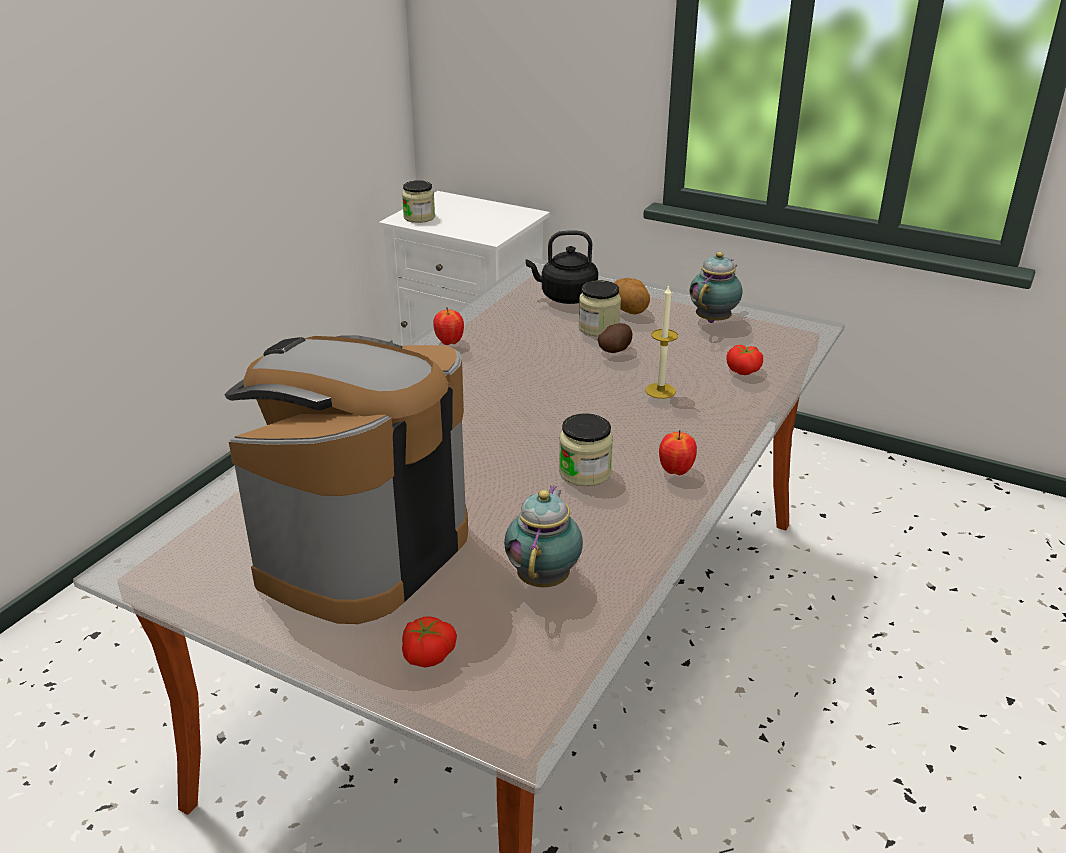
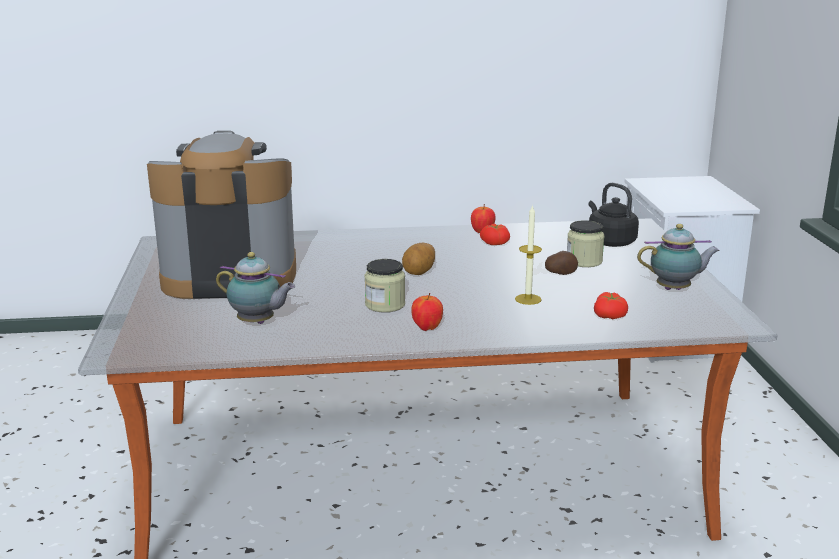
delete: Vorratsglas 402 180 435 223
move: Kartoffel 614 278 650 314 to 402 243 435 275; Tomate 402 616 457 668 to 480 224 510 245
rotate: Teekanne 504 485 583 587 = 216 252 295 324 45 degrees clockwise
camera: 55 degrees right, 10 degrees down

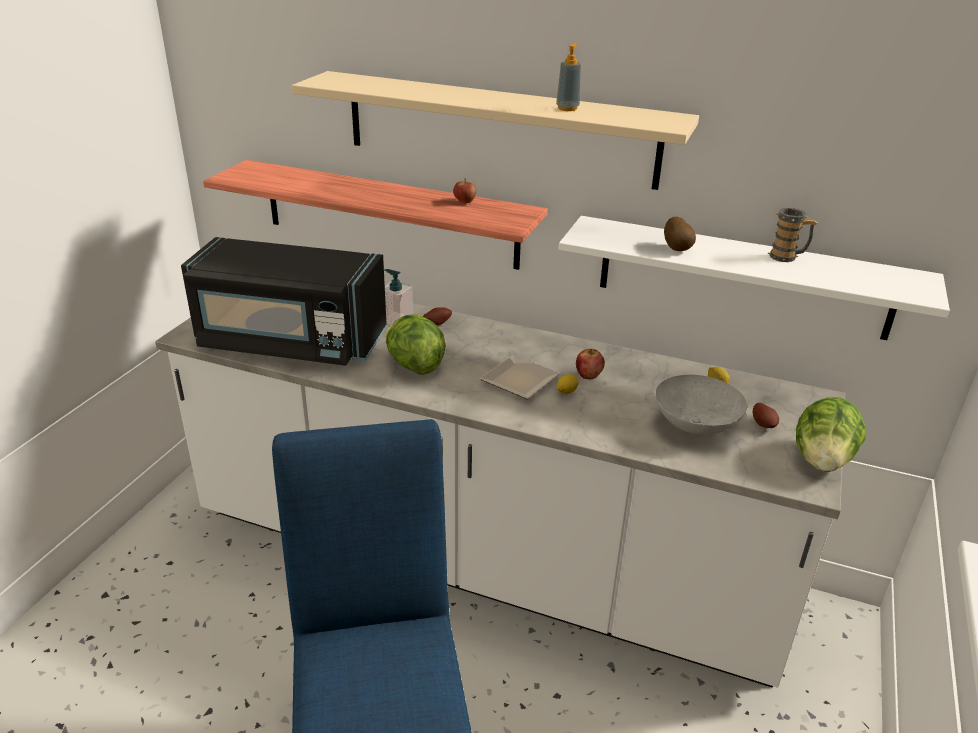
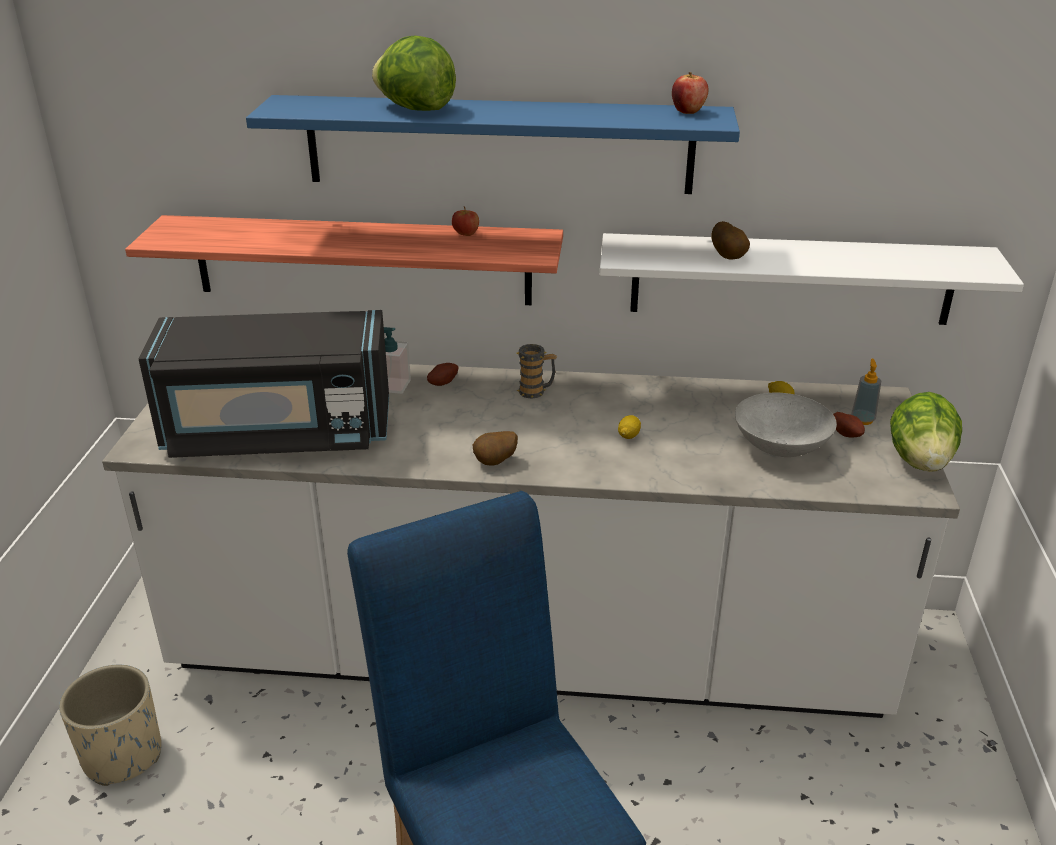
delete: Teller 480 355 560 399
insert: Pflanzkübel (beige) 59 665 161 786; Kartoffel 473 431 518 465
move: Salatkopf 385 314 445 375 to 372 36 456 111; Henkelbecher 768 208 818 262 to 516 344 557 398; Apfel 576 349 605 379 to 672 72 708 114; Seifenspender 556 43 581 111 to 851 359 881 425
recolor: Wandregal (beige) 292 71 699 190 to Wandregal (blau) 246 95 740 194
camera: 15 degrees left, 0 degrees up

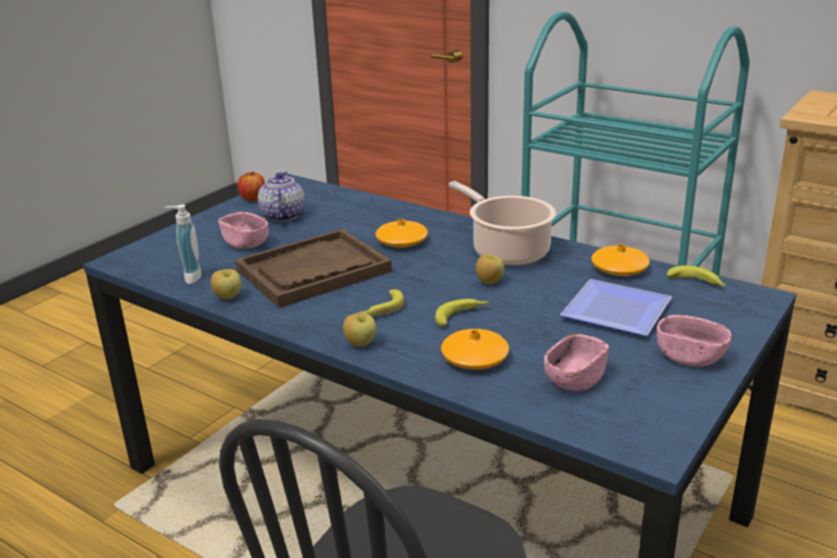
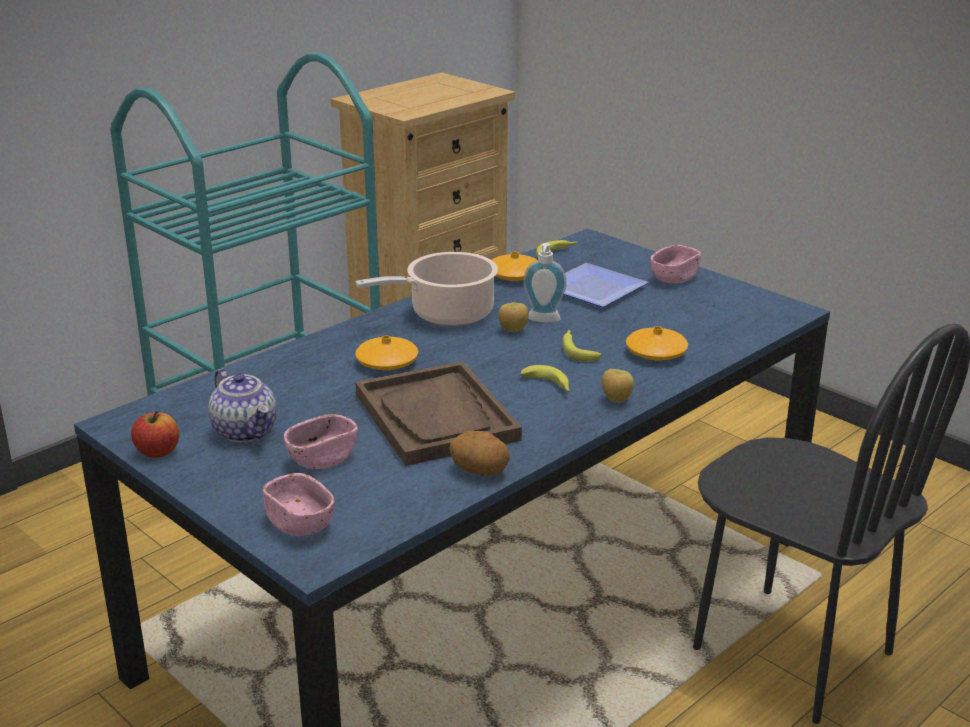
move: Schüssel (rosa) 544 334 609 391 to 263 473 334 536; Seifenspender 164 205 202 284 to 523 243 567 323
replace: Apfel 211 269 242 299 to Kartoffel 449 431 510 476
rotate: Teekanne 258 171 305 222 = 208 369 277 442 135 degrees counterclockwise
camera: 80 degrees left, 0 degrees up

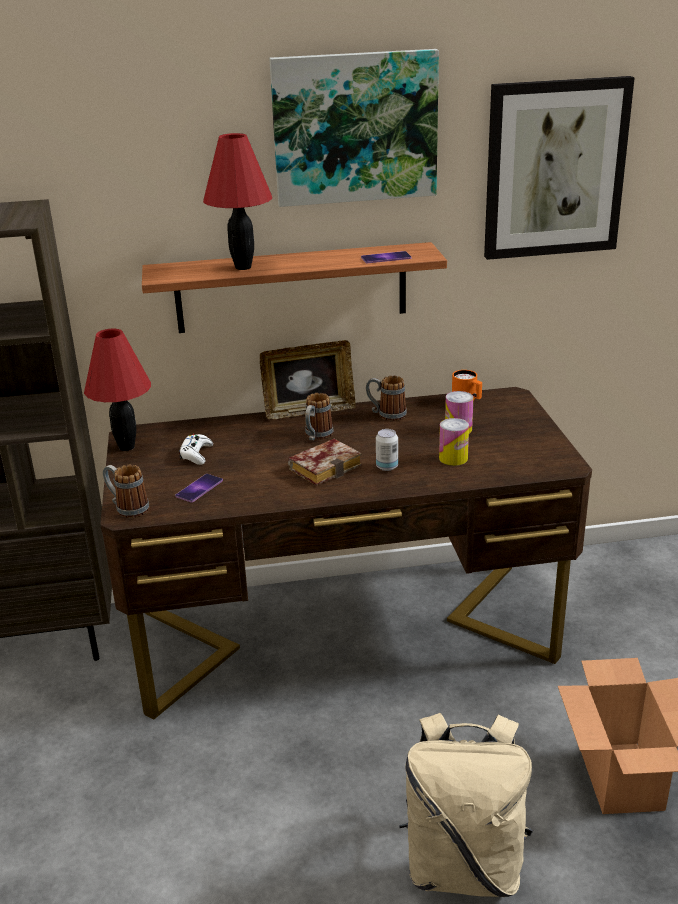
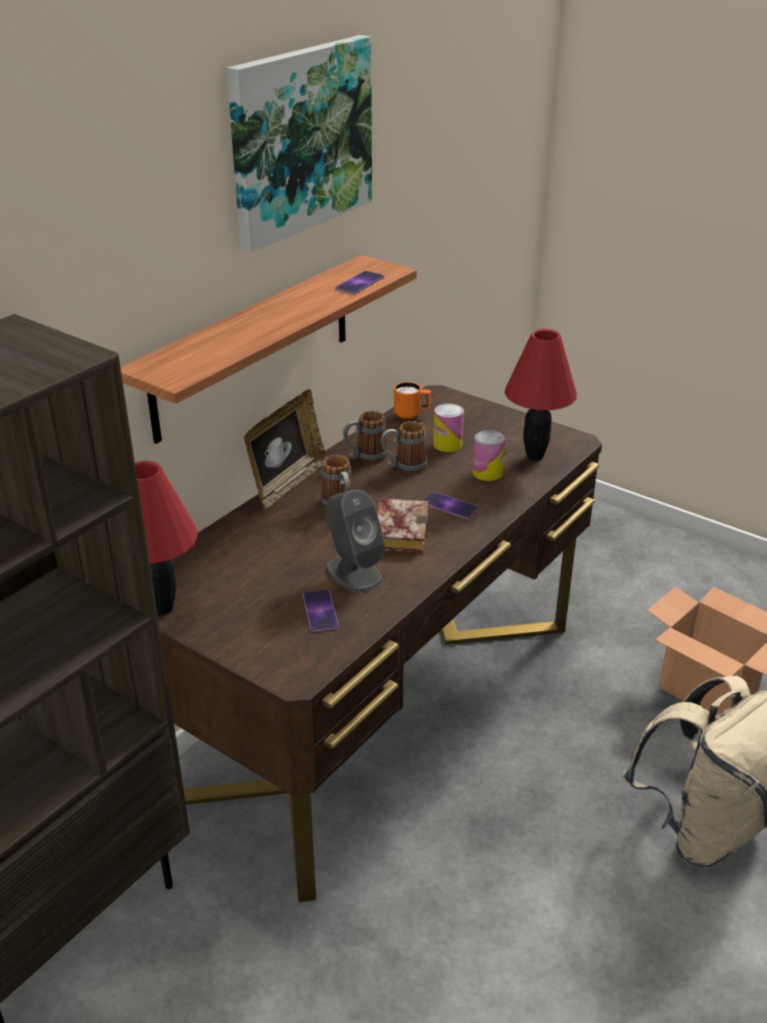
delete: Gamepad (weiß) 179 434 213 465; Bild 484 76 635 260
insert: Lautsprecher (grau) 326 490 385 593
move: Henkelbecher 103 464 149 518 to 381 421 427 473; Tischlampe (rot) 203 133 272 270 to 505 329 577 461
replace: Dose 376 429 398 471 to Handy 423 492 478 519
camera: 45 degrees left, 5 degrees up

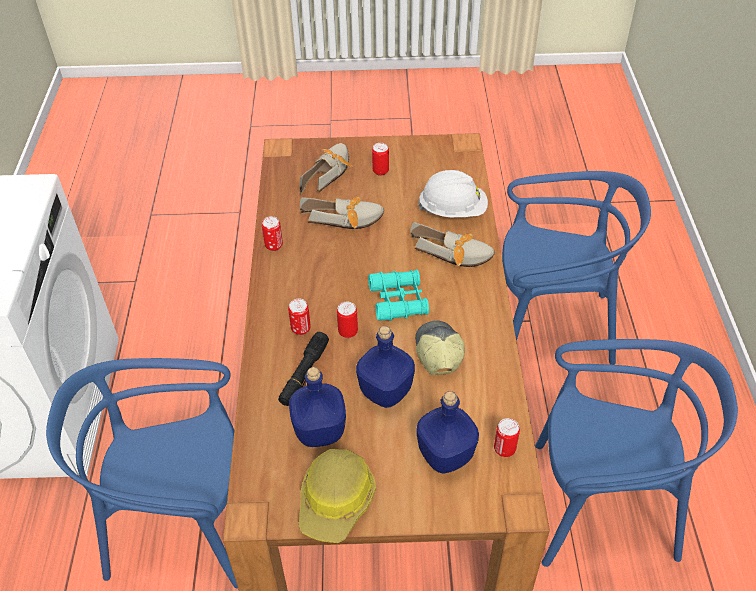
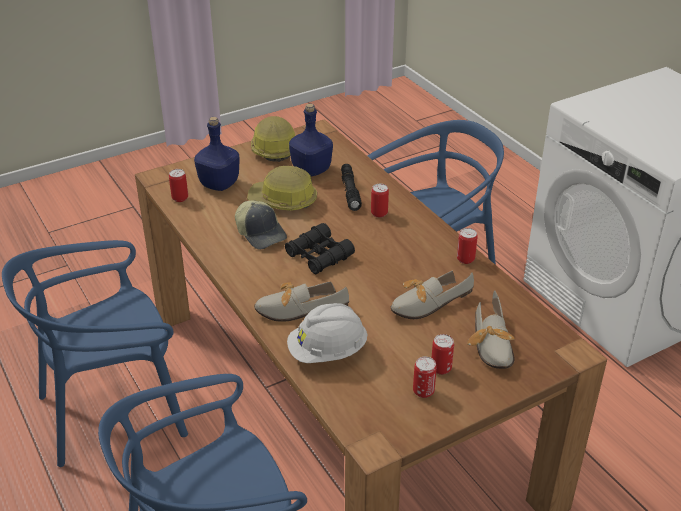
move: Dose 337 302 358 338 to 413 356 437 398
replace: Flasche (blau) 356 326 415 408 to Schutzhelm 247 166 317 211
recolor: Fernglas (türkis) 368 270 429 321 to Fernglas (schwarz) 285 223 355 274
camera: 150 degrees right, 10 degrees down

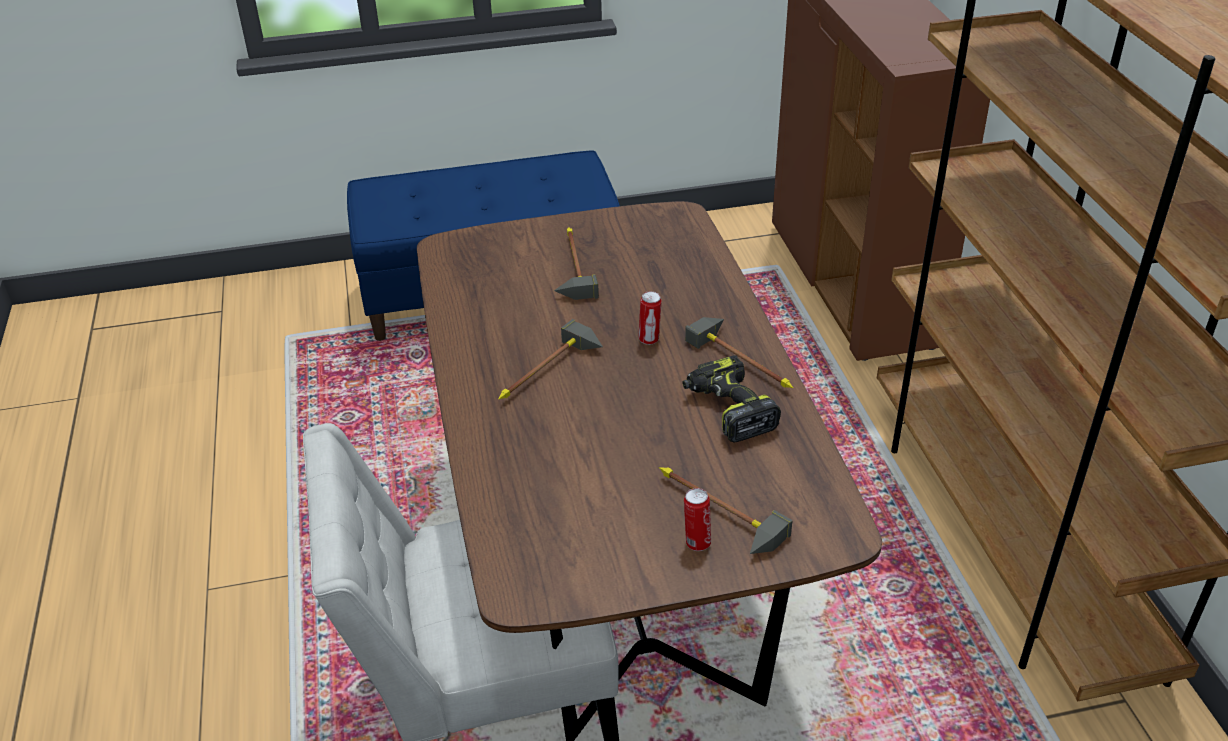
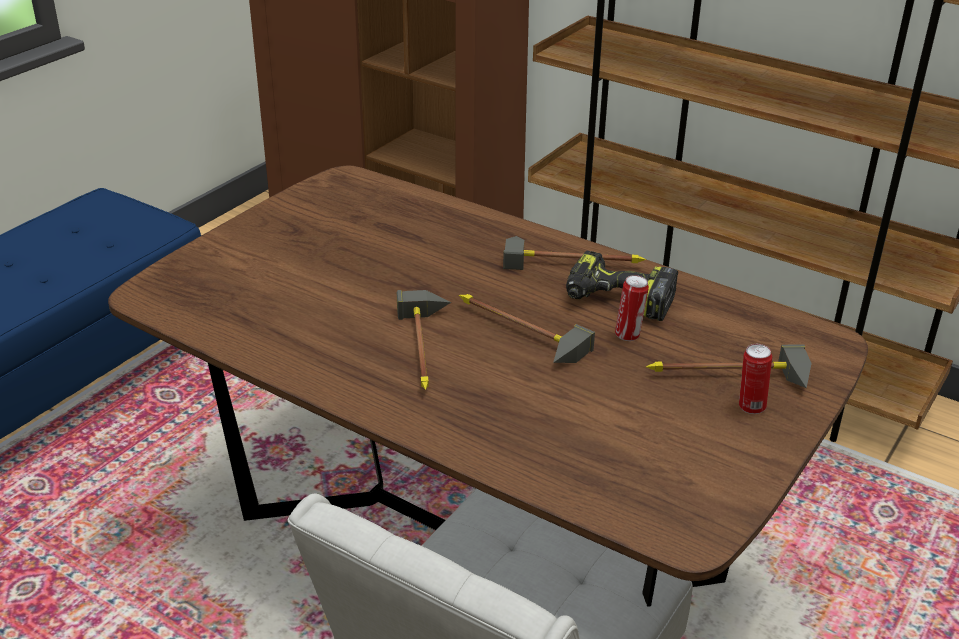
move: Hammer 554 227 599 300 to 459 294 595 363; Dose 638 291 662 345 to 615 275 649 341
camera: 45 degrees left, 5 degrees down

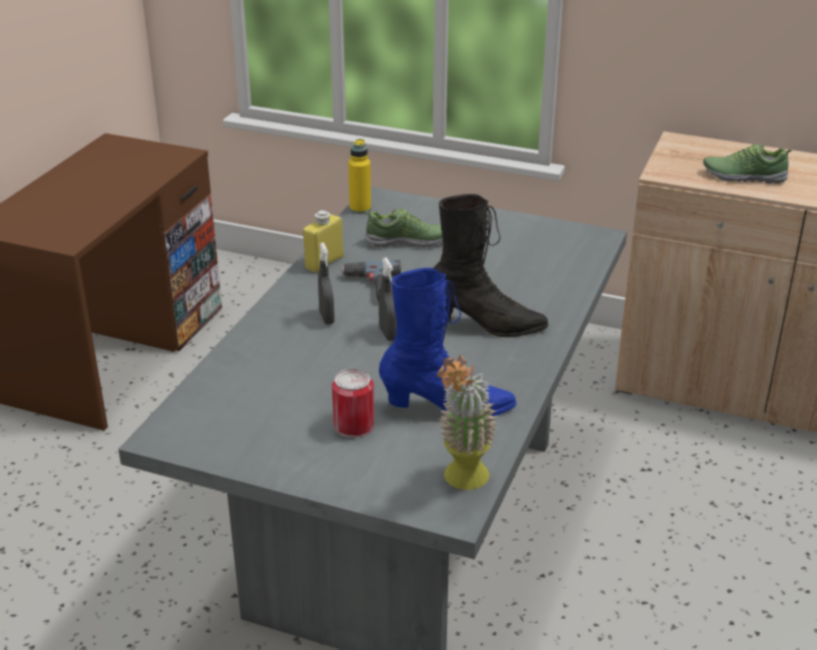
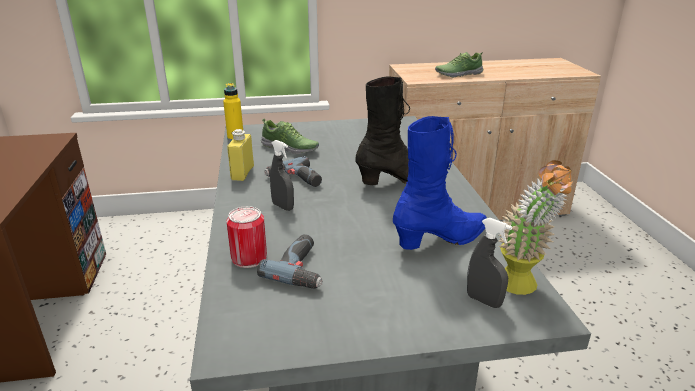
insert: Bohrmaschine 257 234 323 289
move: Dose 332 368 374 438 to 226 206 267 268; Sprühflasche (grau) 379 257 397 341 to 467 218 512 308
rotate: Schuh 365 209 443 248 = 261 118 319 154 60 degrees clockwise
camera: 30 degrees left, 5 degrees down

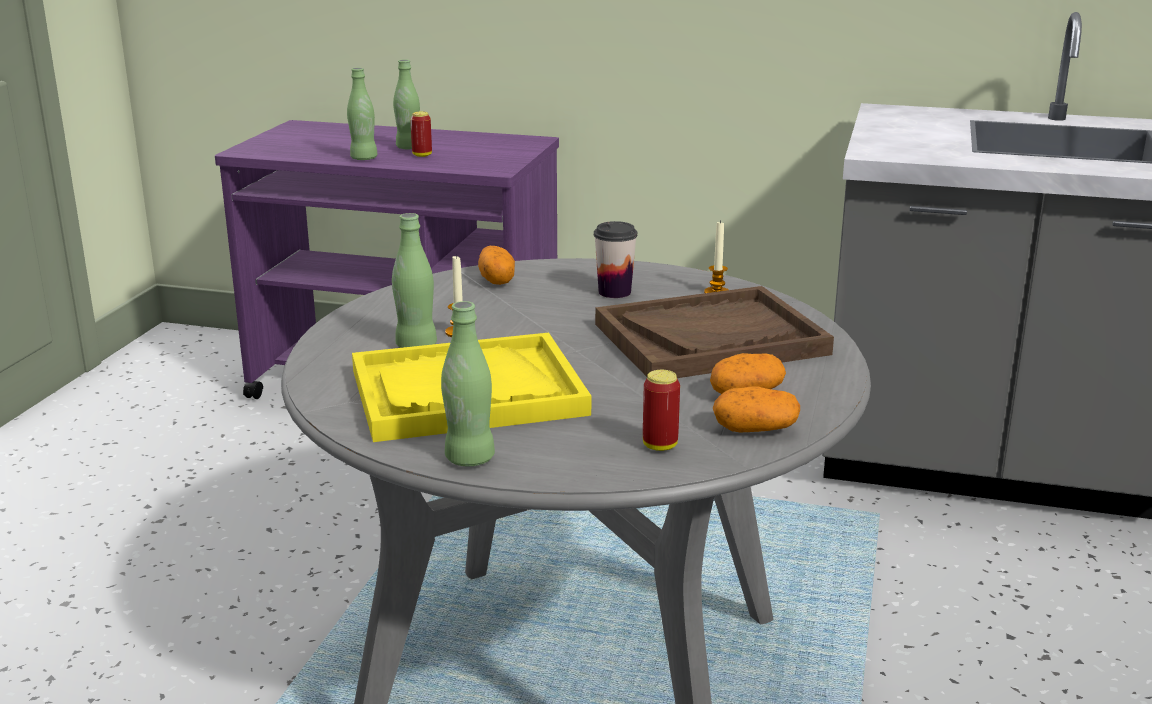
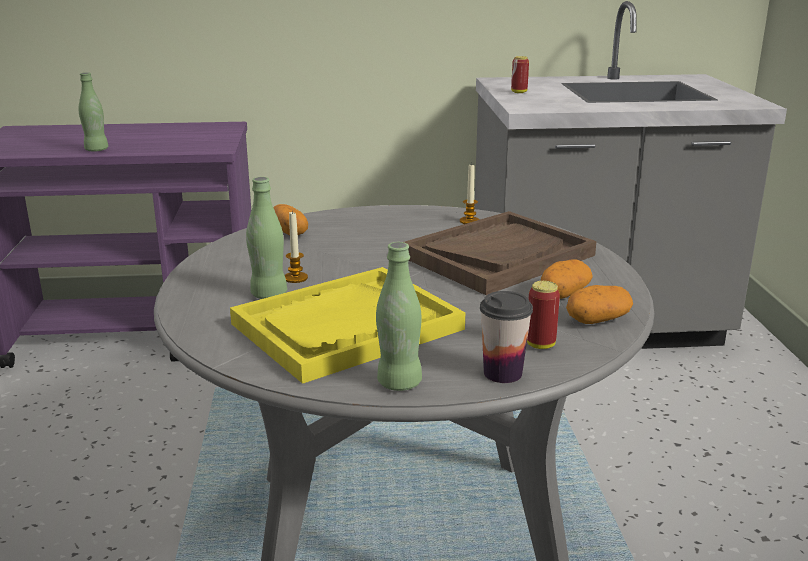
delete: Flasche (grün) 393 59 420 149
move: Tasse 594 221 638 298 to 480 291 533 383; Dose 410 112 432 157 to 511 56 529 93
camera: 20 degrees left, 0 degrees up

